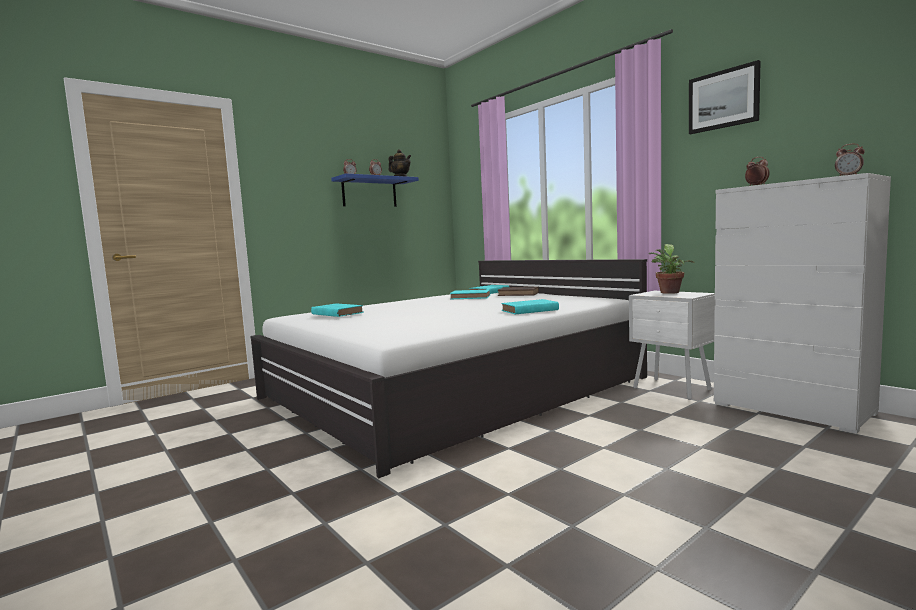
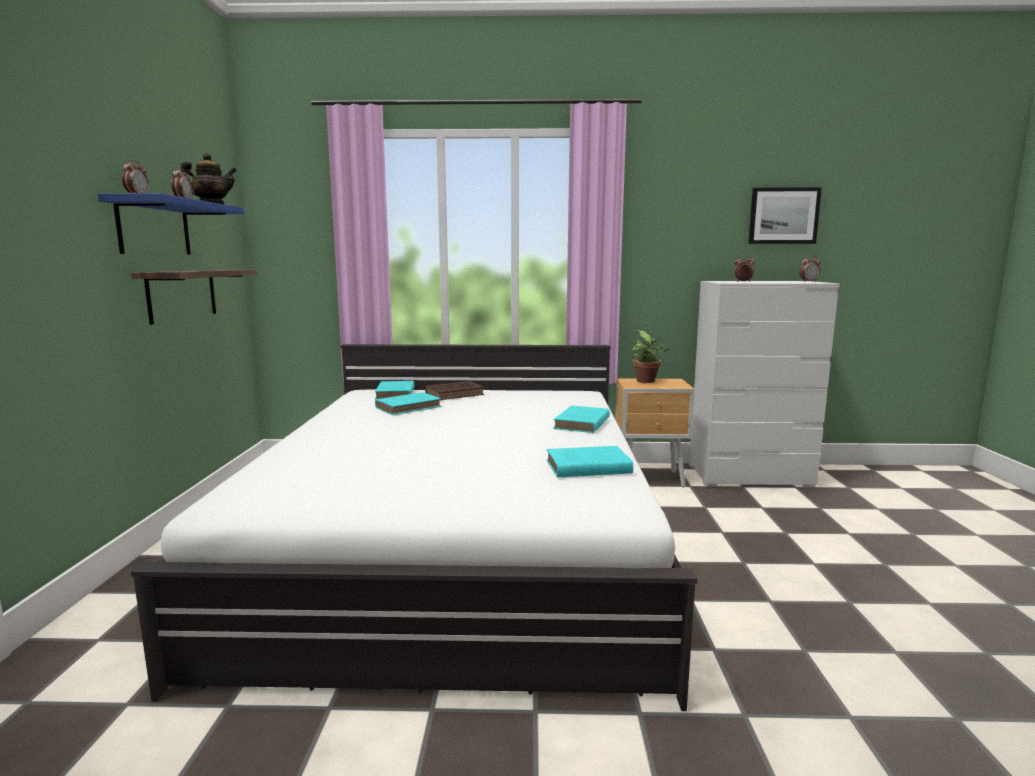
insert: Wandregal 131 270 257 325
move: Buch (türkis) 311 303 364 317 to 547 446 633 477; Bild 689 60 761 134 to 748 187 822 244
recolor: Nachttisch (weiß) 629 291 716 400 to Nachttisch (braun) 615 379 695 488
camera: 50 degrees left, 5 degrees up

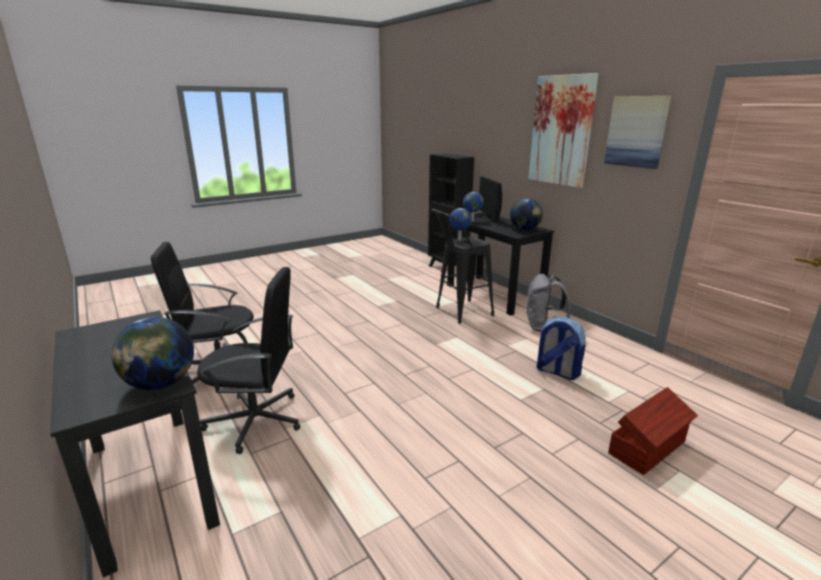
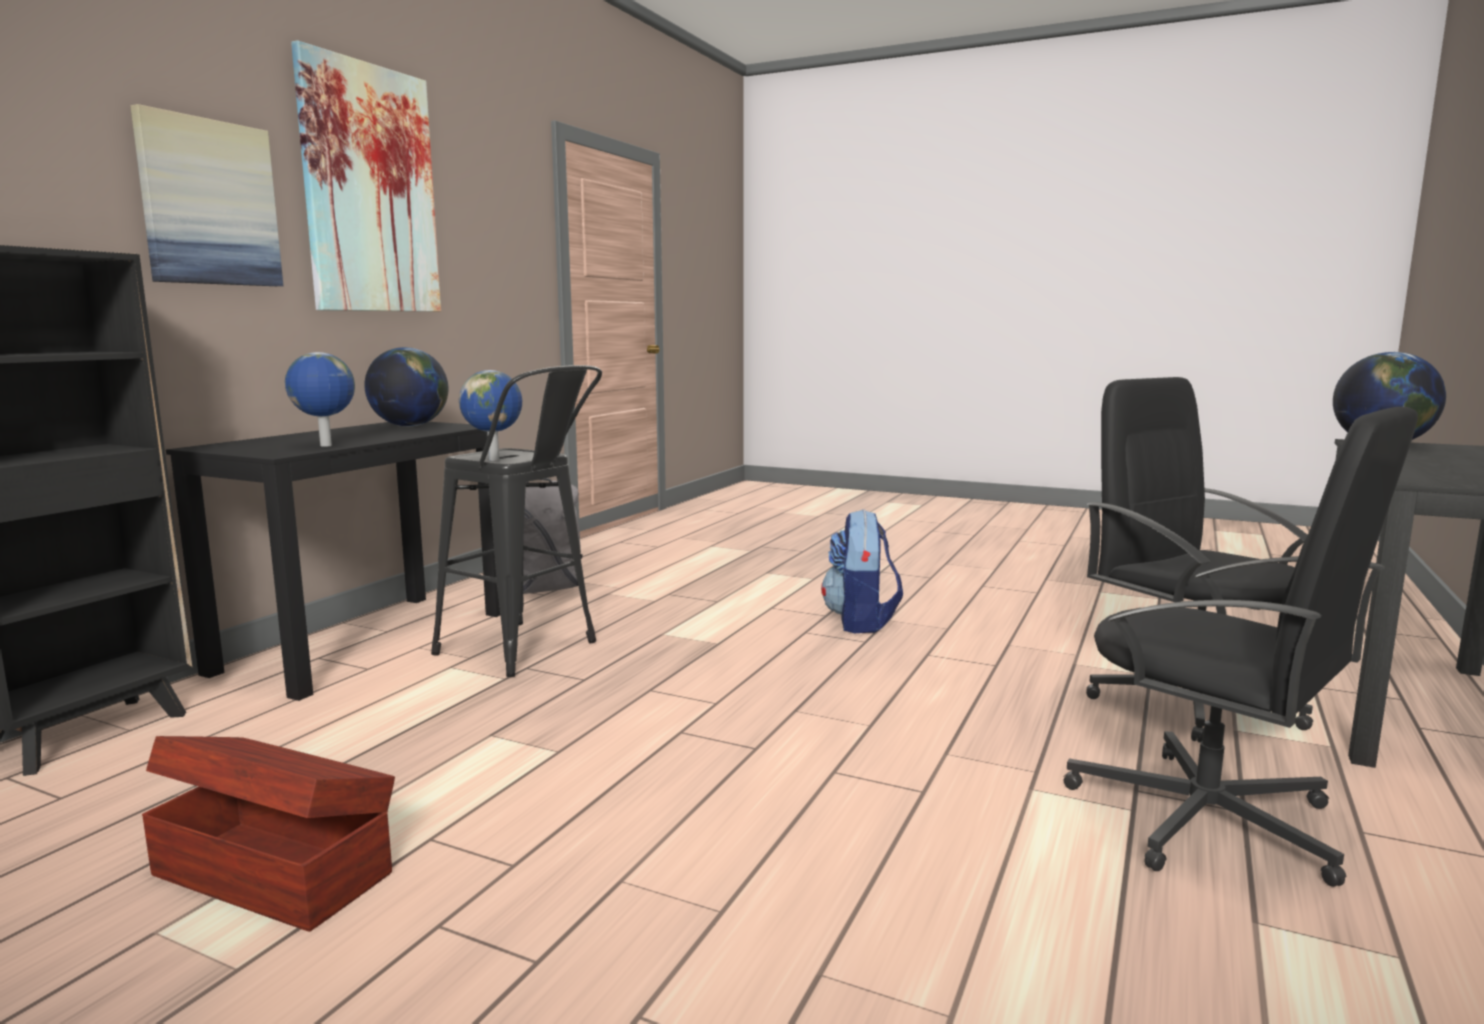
delete: Monitor 479 176 502 222
move: Bild 604 96 671 169 to 130 104 283 286; Aufbewahrungsbox (braun) 608 387 698 475 to 142 736 395 932; Rucksack 537 317 586 380 to 821 509 903 634
camera: 120 degrees left, 10 degrees down

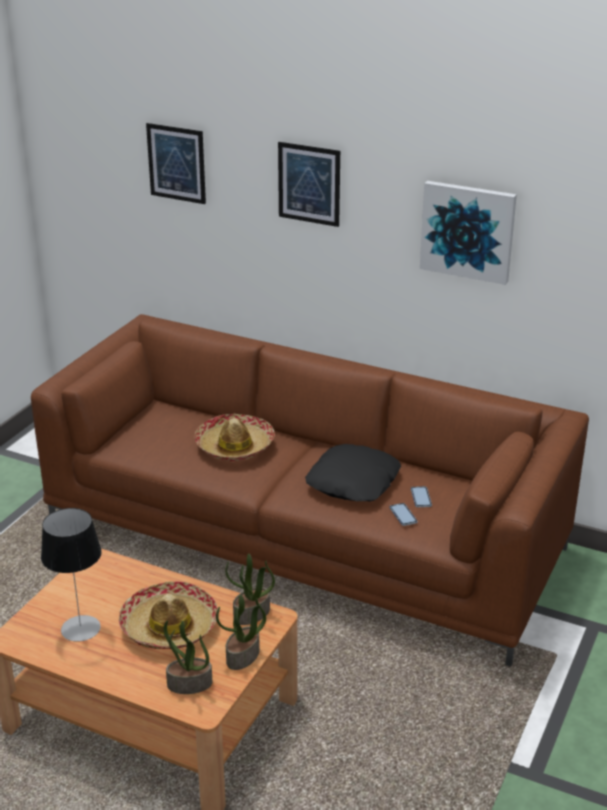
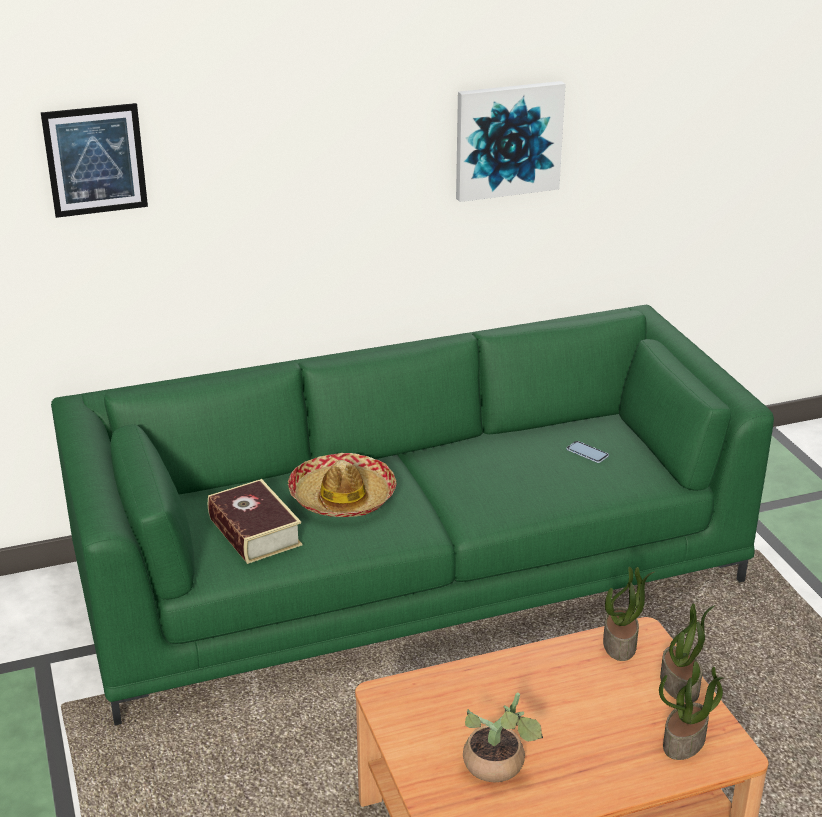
delete: Hut 119 581 218 649; Bild 278 142 340 227; Kissen (schwarz) 305 444 401 501; Handy 389 503 417 526
insert: Buch 208 479 302 564
replace: Tischlampe 41 508 102 642 to Topfpflanze 463 692 543 783
recolor: Sofa (braun) 31 314 589 667 to Sofa (grün) 51 305 774 725
camera: 45 degrees left, 0 degrees up

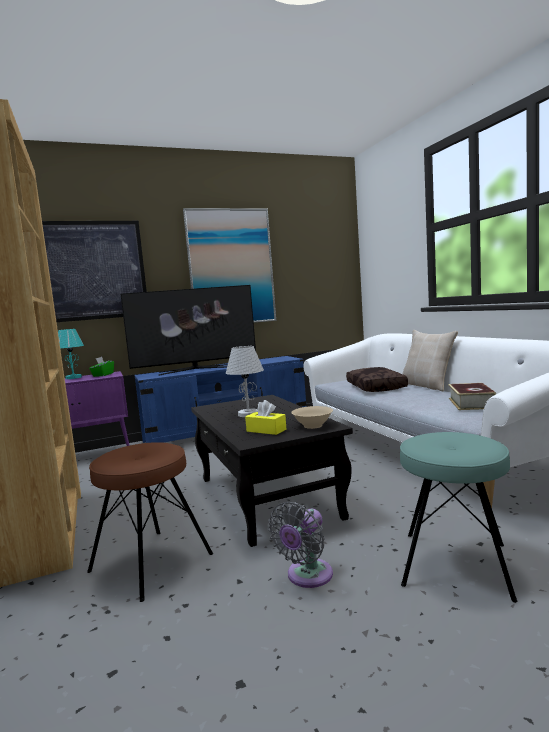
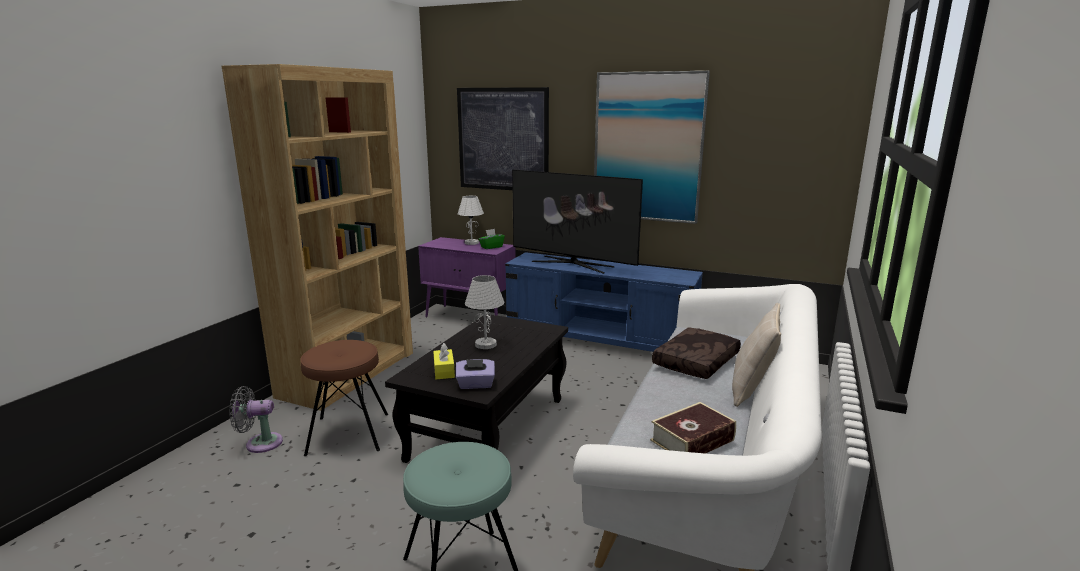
move: Ventilator (grau) 268 502 333 588 to 229 386 283 453
replace: Schüssel (beige) 291 406 333 429 to Taschentuchbox (lila) 456 359 495 389
recolor: Tischlampe (türkis) 58 329 84 379 to Tischlampe (weiß) 458 196 484 245
camera: 45 degrees right, 10 degrees up

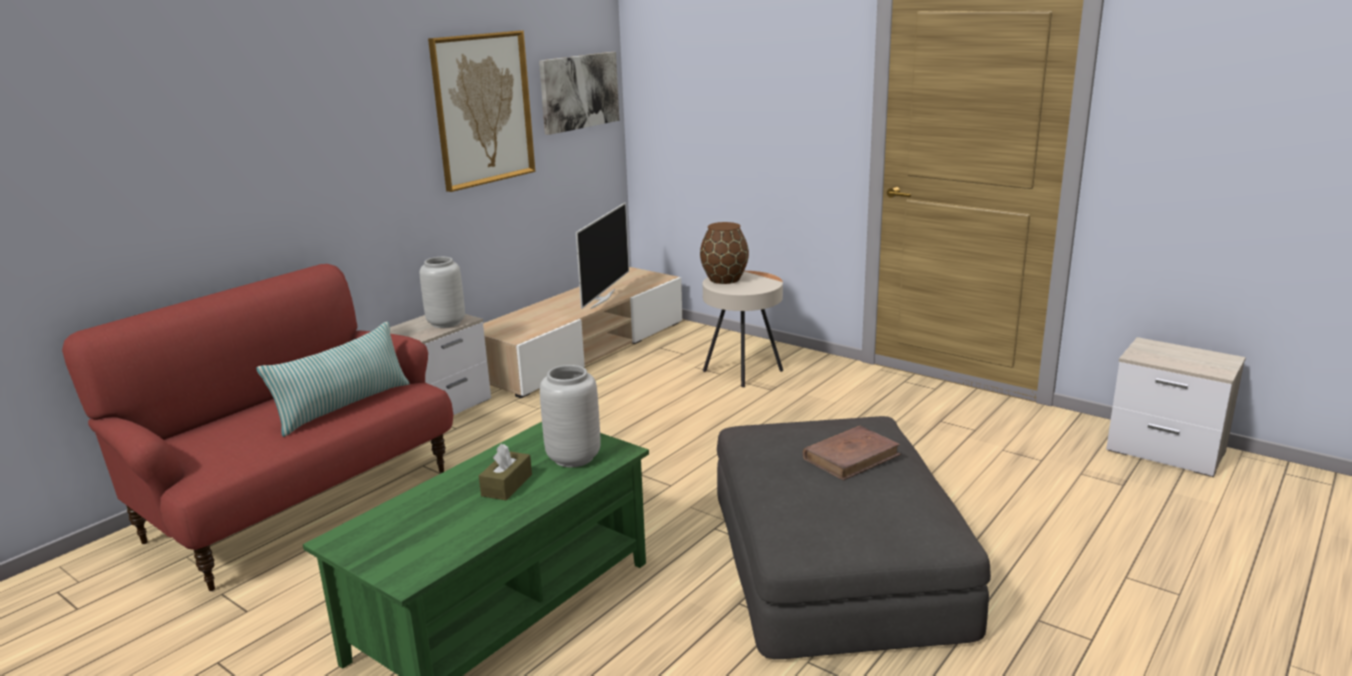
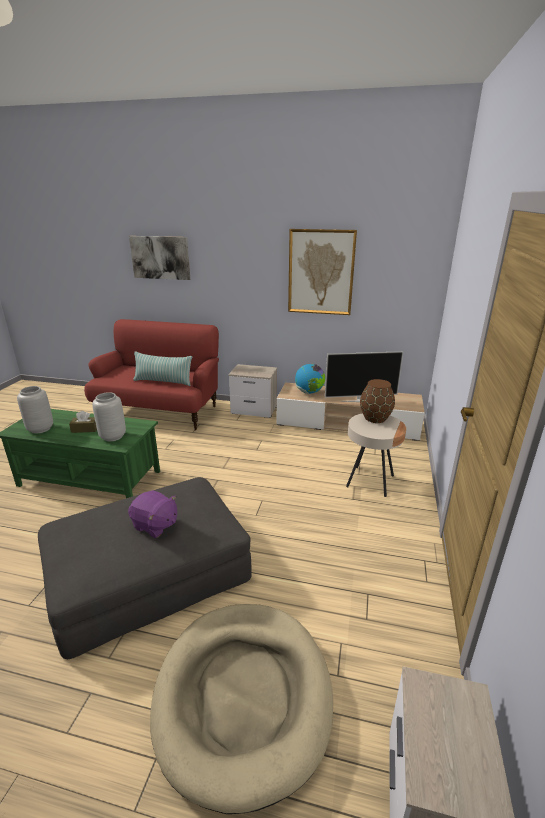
insert: Hundebett (beige) 150 604 333 814; Globus 295 364 325 394
move: Vase (grau) 420 257 465 328 to 17 386 53 433; Bild 539 52 619 135 to 129 236 190 280
replace: Buch (braun) 803 426 901 481 to Plüschtier (lila) 128 490 177 538
camera: 65 degrees right, 5 degrees up

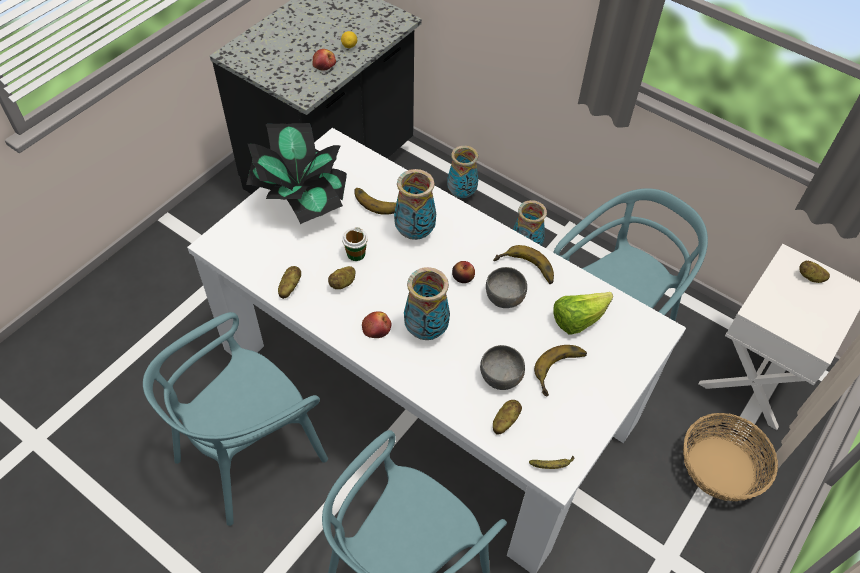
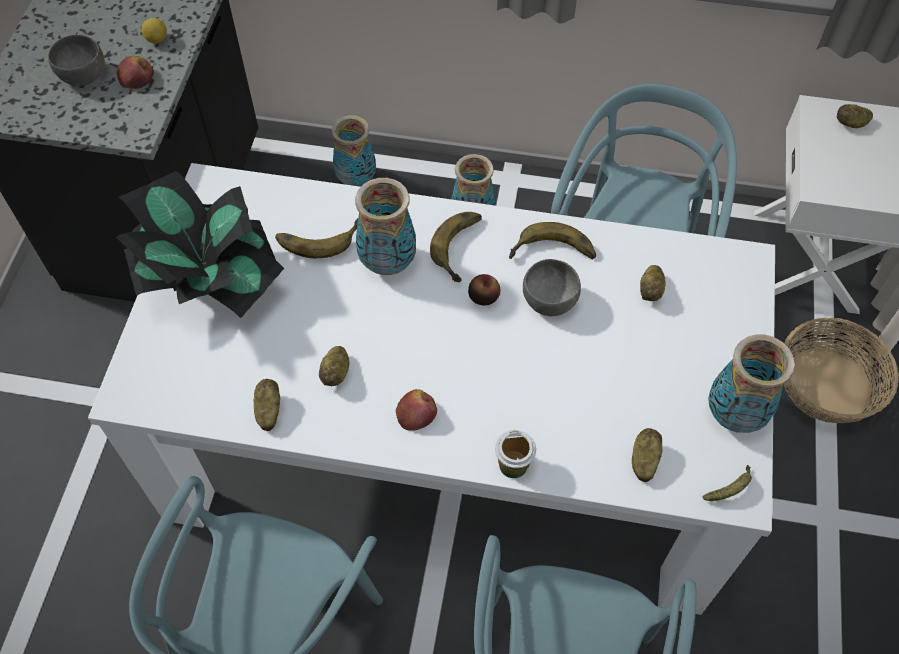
move: Schüssel (grau) 480 345 525 390 to 48 35 105 86; Banane 534 345 587 396 to 430 212 482 282; Tasse 342 227 368 261 to 495 430 536 478; Vase 404 267 450 340 to 708 334 795 433
replace: Salatkopf 554 292 613 334 to Kartoffel 640 265 665 301
camera: 25 degrees left, 5 degrees up

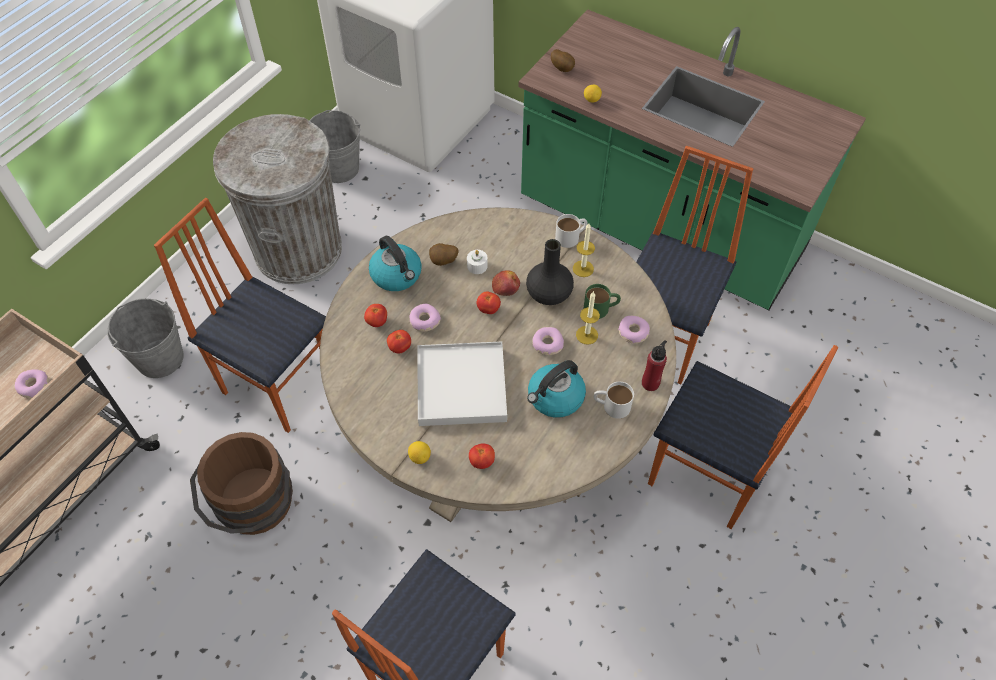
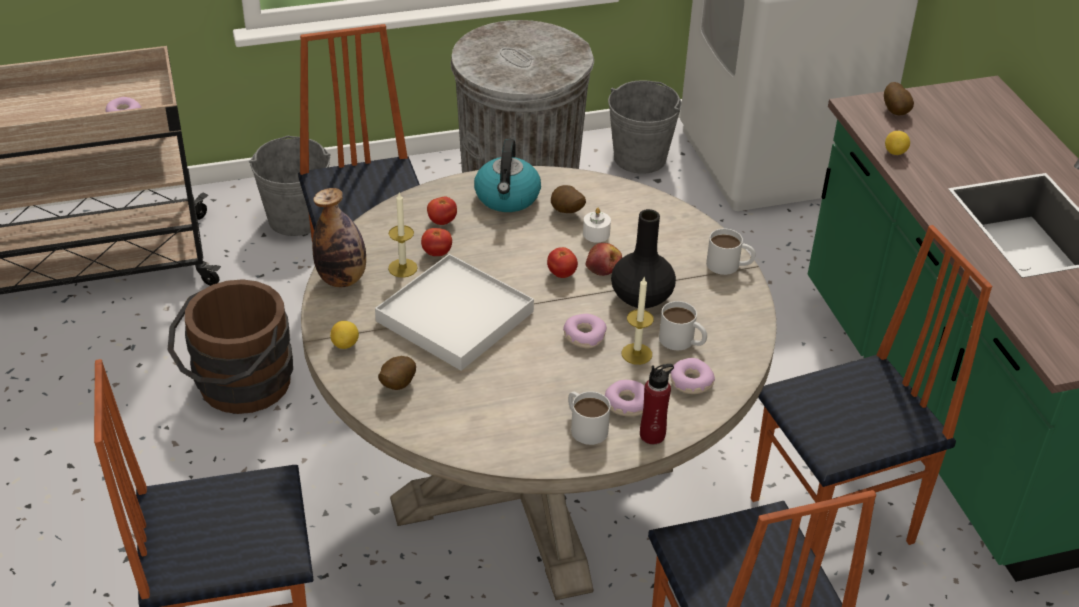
delete: Wasserkessel 527 360 586 418
insert: Flasche 312 188 366 287
move: Kerze 573 223 595 277 to 388 192 418 278; Donut 409 304 441 332 to 605 380 645 417
replace: Tomate 469 443 495 469 to Kartoffel 378 356 416 390
recolor: Henkelbecher (grün) 584 284 621 319 to Henkelbecher (weiß) 659 301 707 350
camera: 40 degrees right, 15 degrees down

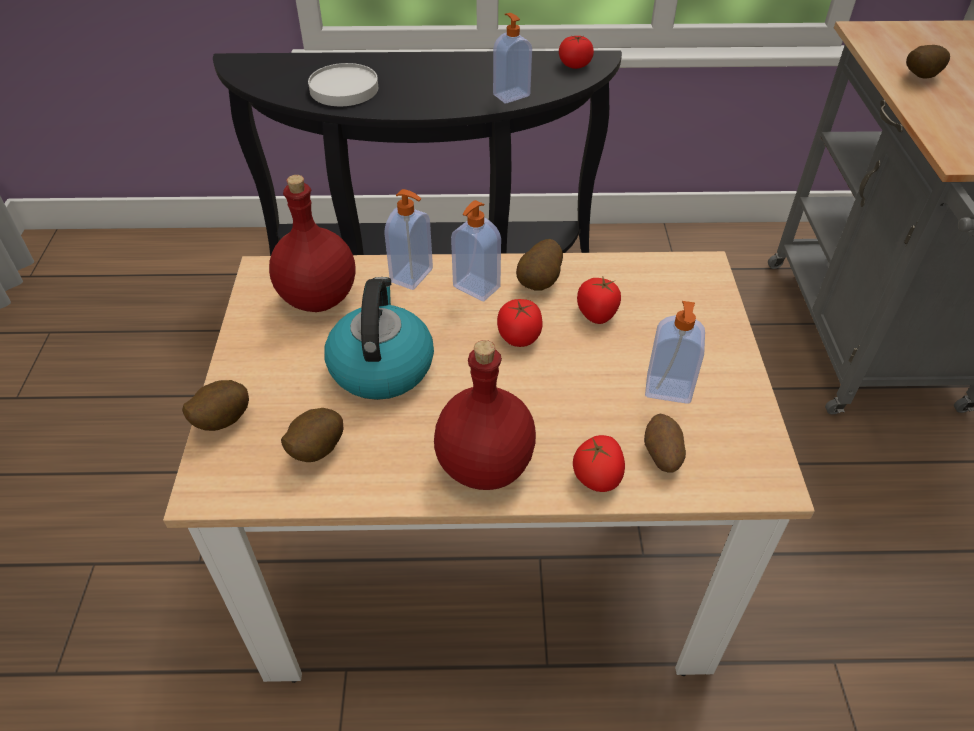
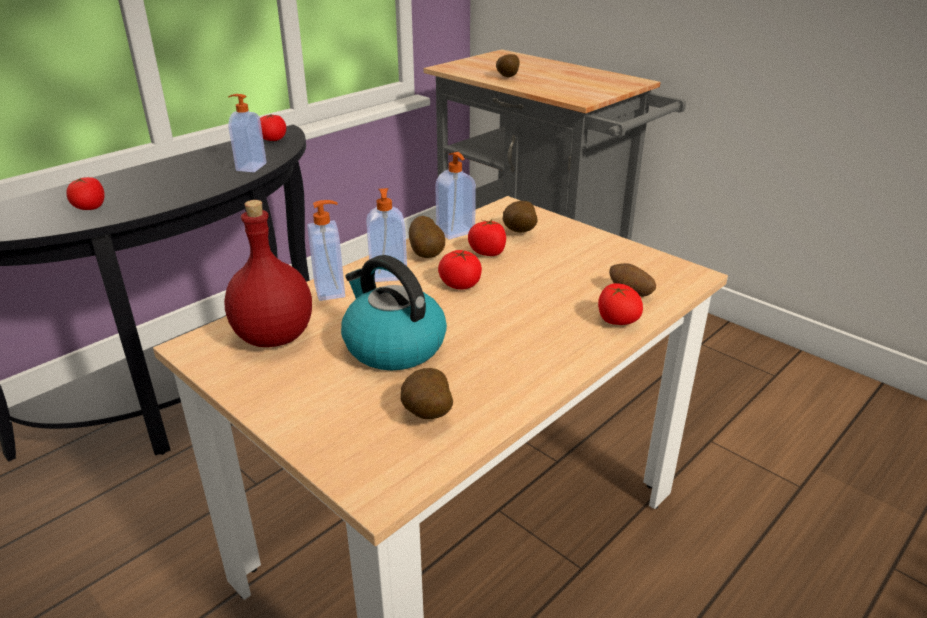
delete: Flasche (rot) 434 340 536 490
move: Seifenspender 645 301 705 404 to 435 152 476 239; Kartoffel 182 380 249 431 to 503 201 538 233
replace: Teller (weiß) 308 63 378 106 to Tomate 66 177 105 210
camera: 45 degrees left, 15 degrees down

